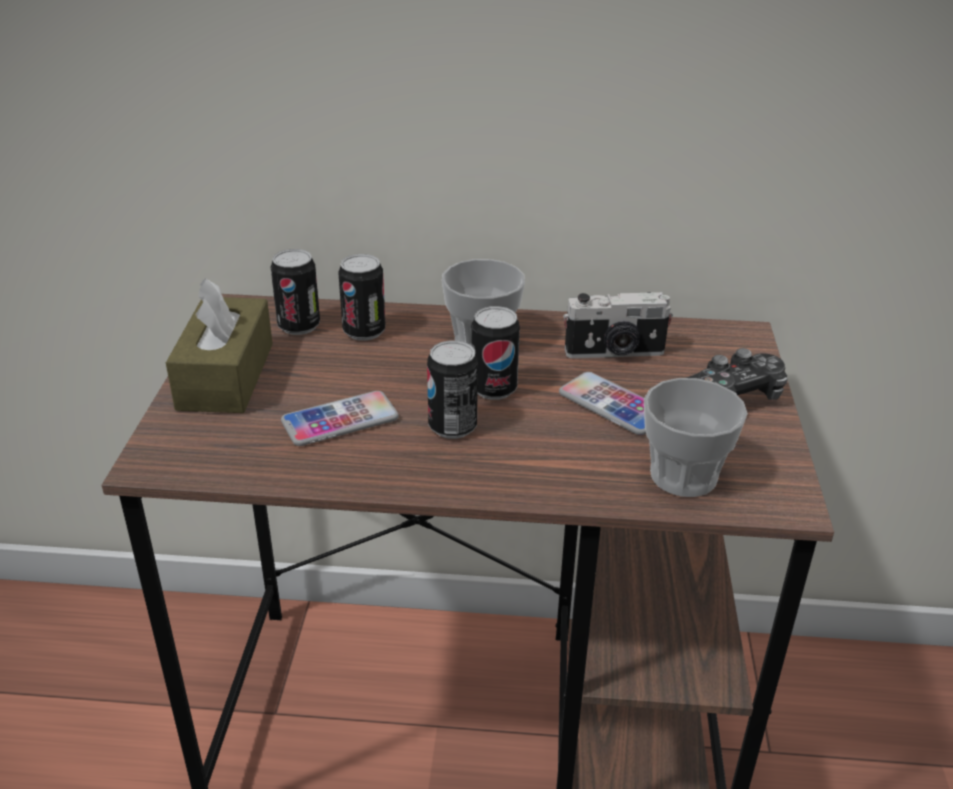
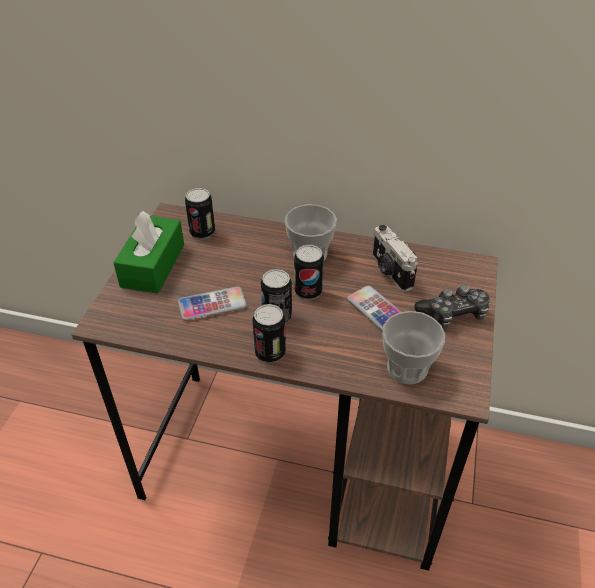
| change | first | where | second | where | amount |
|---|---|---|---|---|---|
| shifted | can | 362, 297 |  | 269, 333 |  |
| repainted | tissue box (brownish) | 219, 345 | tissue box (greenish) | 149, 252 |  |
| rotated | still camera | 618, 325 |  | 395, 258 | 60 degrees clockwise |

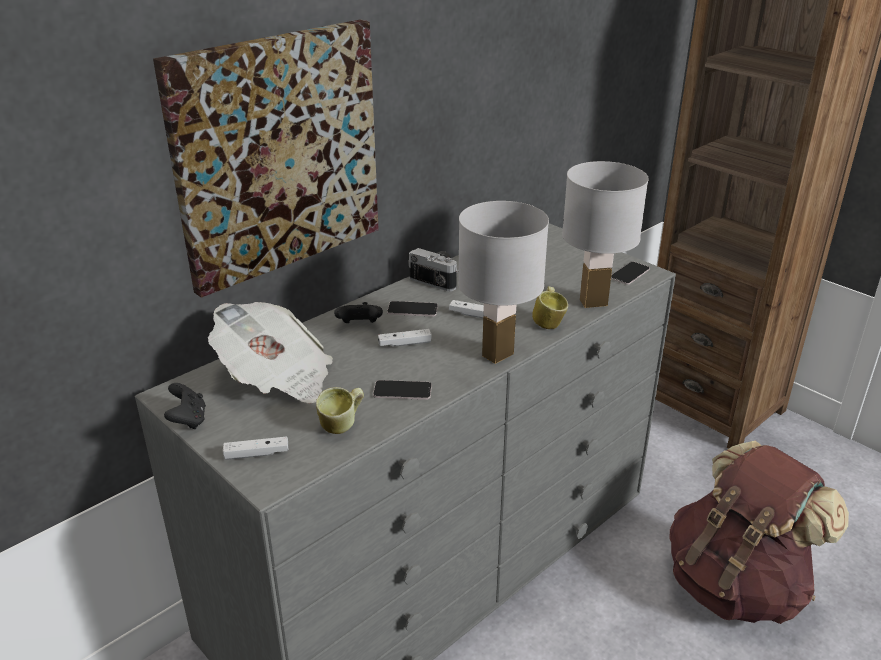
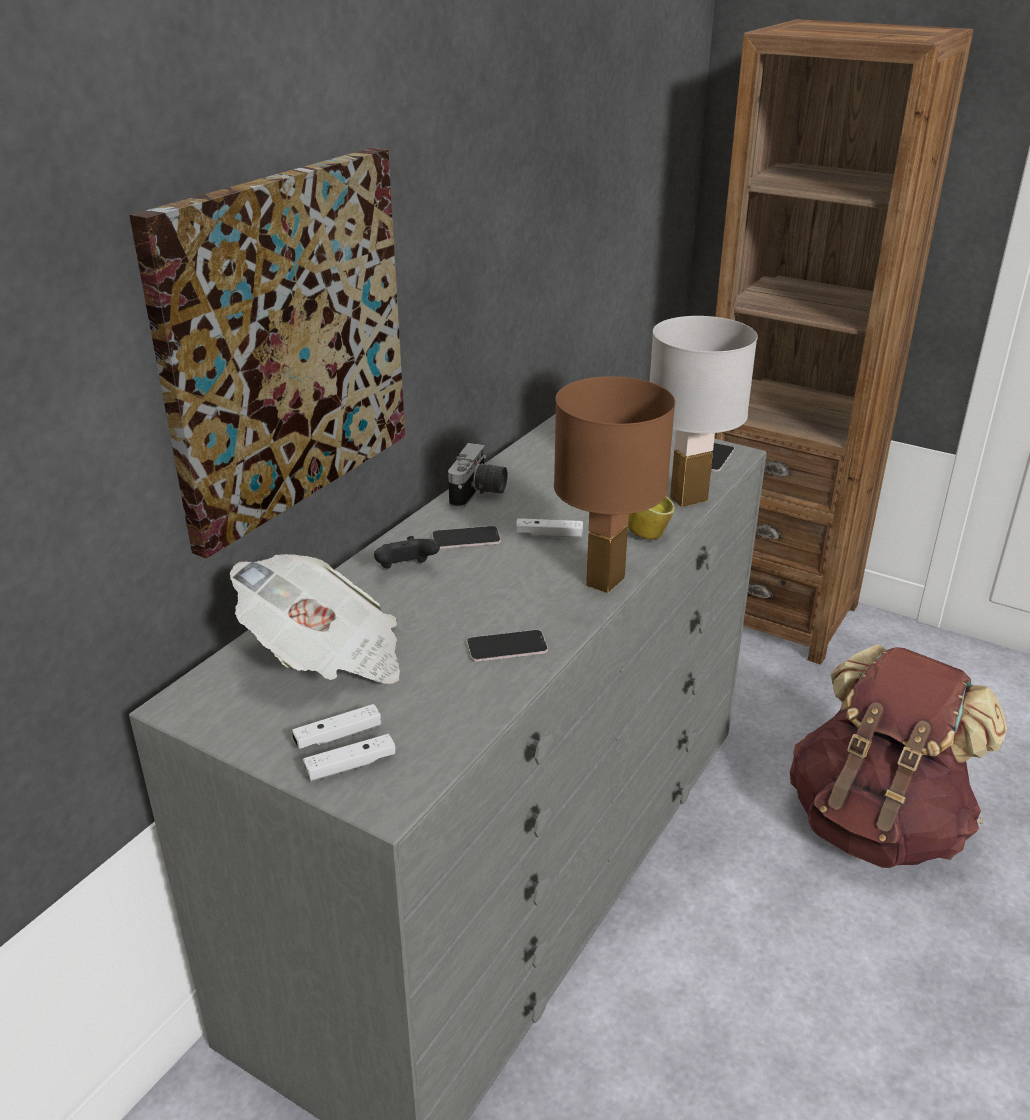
| change | first | where | second | where | amount |
|---|---|---|---|---|---|
| gone | gamepad (black) | 185, 406 |  |  |  |
| gone | mug | 340, 410 |  |  |  |
| shifted | gamepad (white-coloured) | 405, 338 |  | 336, 726 |  |
| repainted | table lamp (white-coloured) | 503, 282 | table lamp (brownish) | 614, 484 |  |
| rotated | still camera | 433, 269 |  | 477, 476 | 90 degrees clockwise |

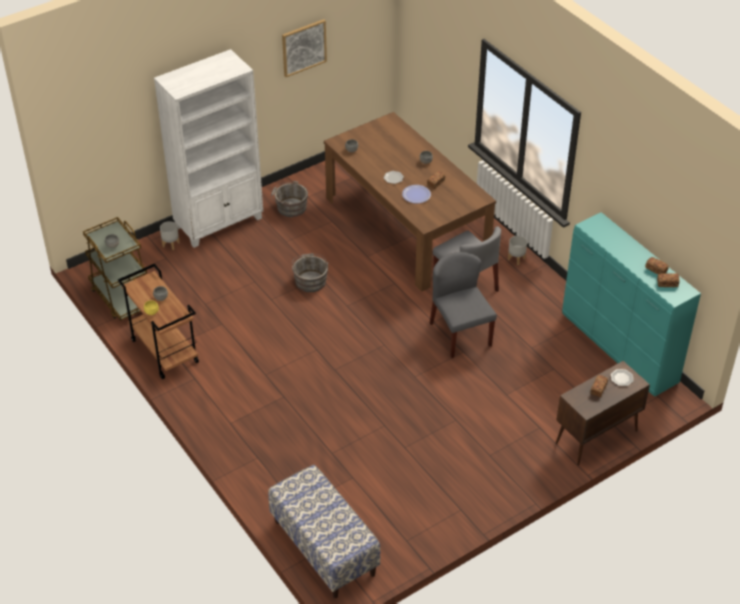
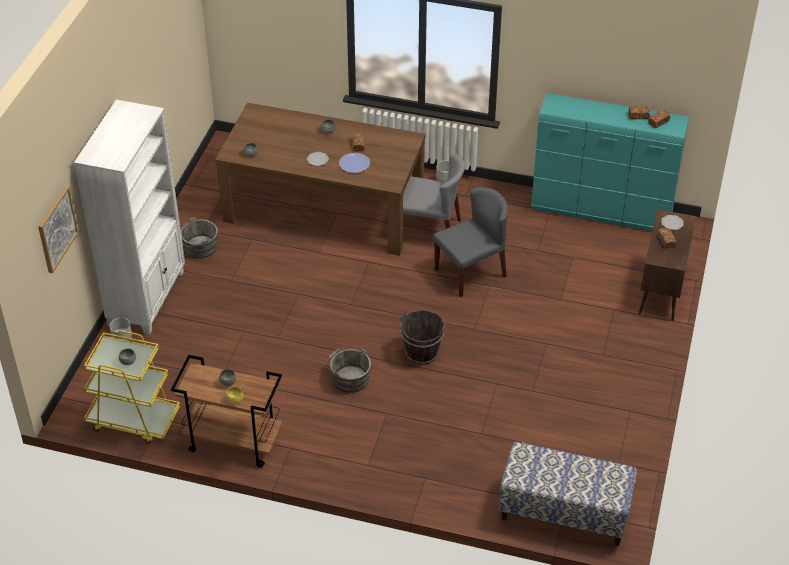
| change | first | where | second | where | amount |
|---|---|---|---|---|---|
| new |  |  | water bucket (brownish) | 422, 337 |  |
| shifted | wall picture | 304, 48 |  | 58, 229 |  |
| shifted | water bucket (gray) | 310, 272 |  | 348, 369 |  |
| repainted | cart (brownish) | 115, 269 | cart (yellowish) | 132, 386 |  |
| rotated | chair (gray) | 463, 305 |  | 470, 242 | 120 degrees clockwise |

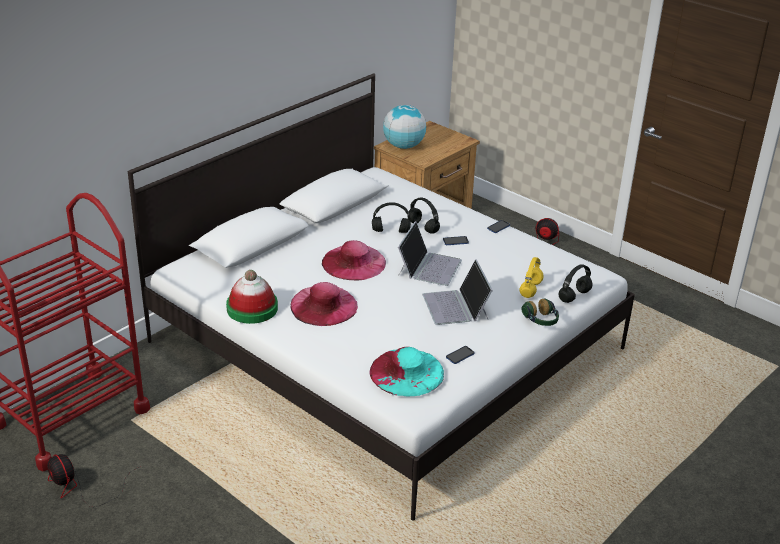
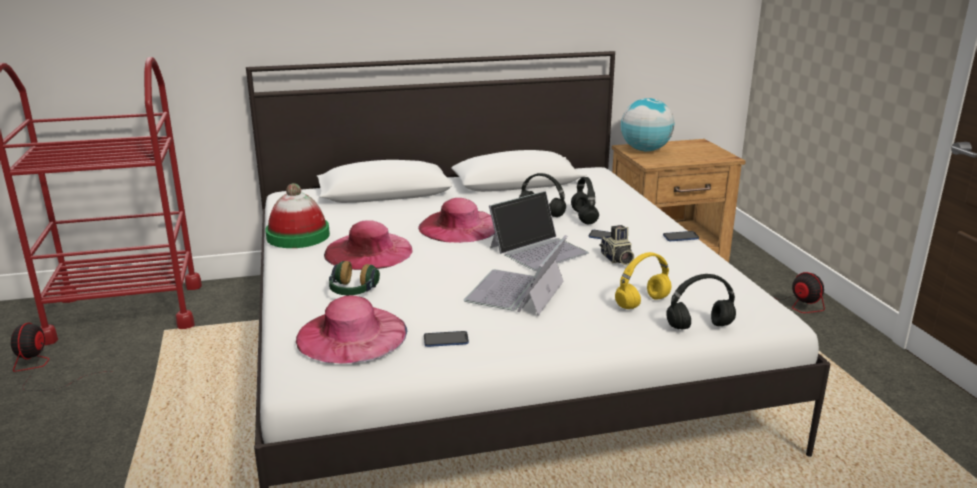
| change | first | where | second | where | amount |
|---|---|---|---|---|---|
| new |  |  | still camera | 616, 245 |  |
| shifted | headset | 540, 312 |  | 354, 278 |  |
| repainted | wearable hat (blue-green) | 406, 372 | wearable hat (pinkish) | 351, 330 |  |

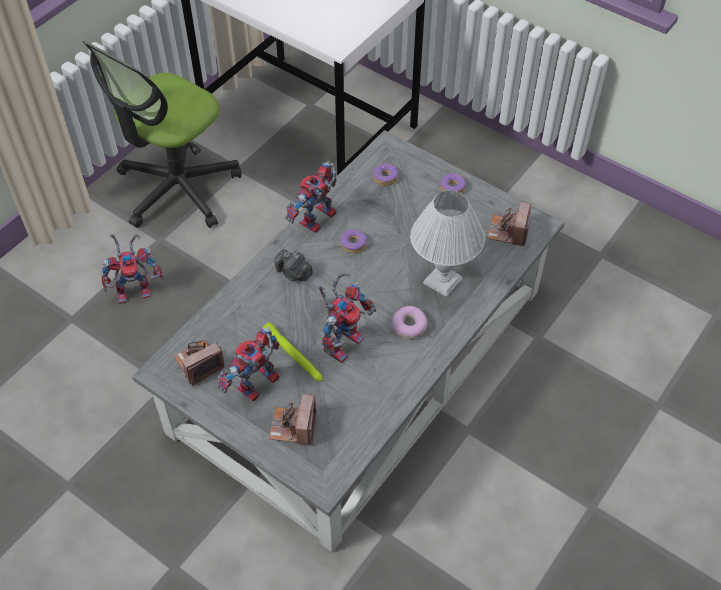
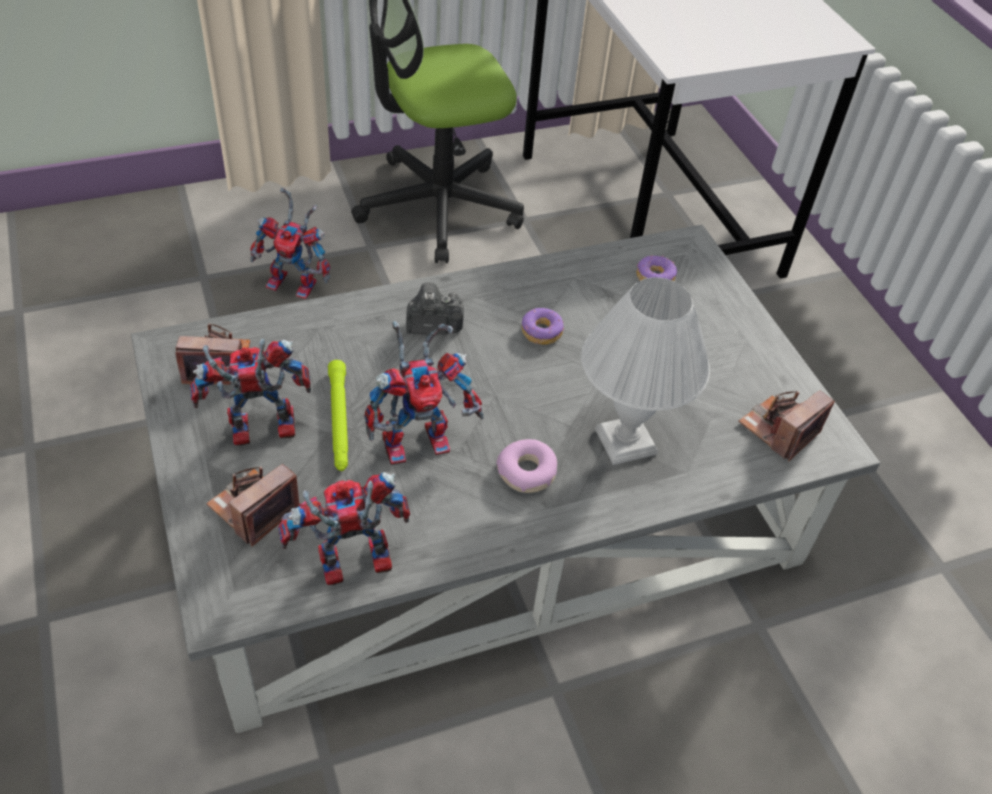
| change | first | where | second | where | amount |
|---|---|---|---|---|---|
| gone | ring doughnut | 453, 183 |  |  |  |
| shifted | toy robot | 311, 197 |  | 344, 528 |  |
| rotated | still camera | 294, 265 |  | 435, 309 | 105 degrees clockwise |

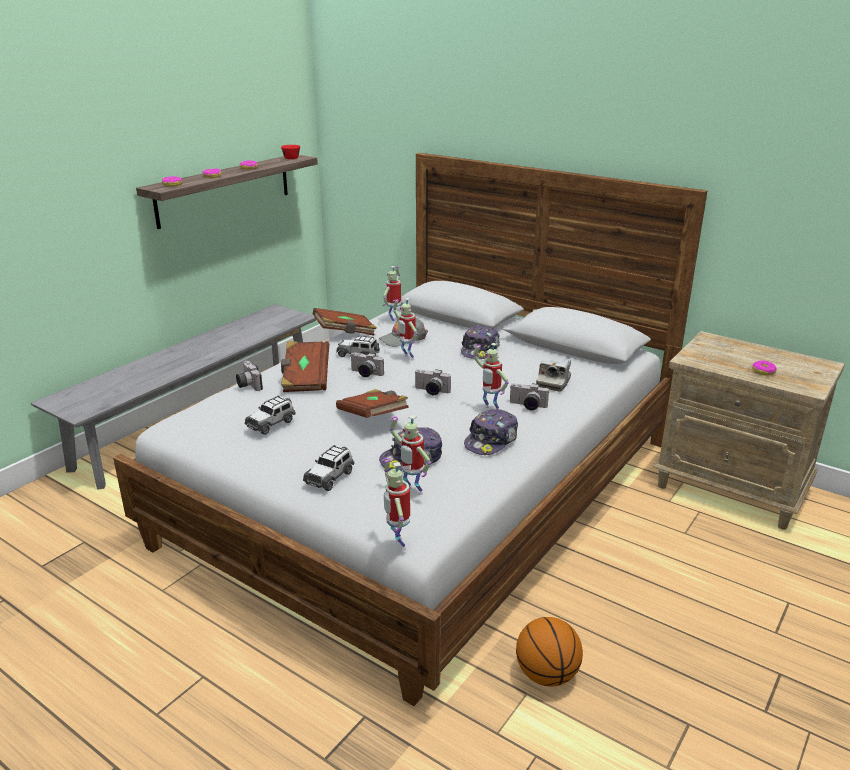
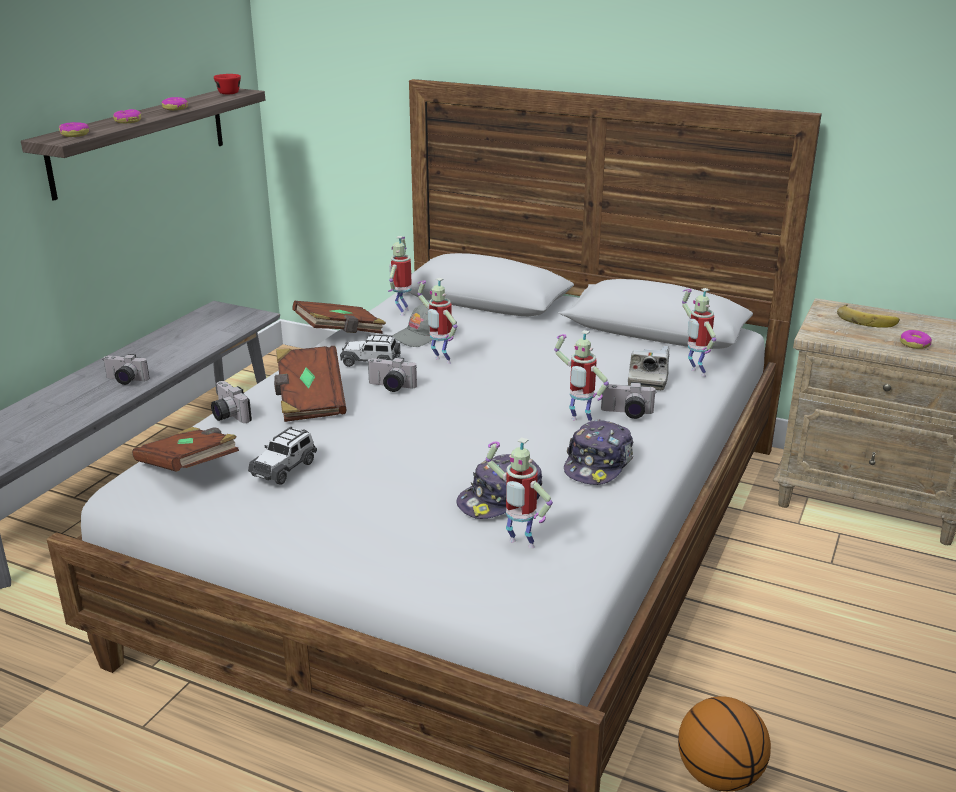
| change | first | where | second | where | amount |
|---|---|---|---|---|---|
| gone | toy car | 328, 468 |  |  |  |
| gone | peaked cap | 480, 342 |  |  |  |
| new |  |  | banana fruit | 868, 316 |  |
| shifted | bound book (brownish) | 372, 403 |  | 185, 449 |  |
| shifted | toy robot | 395, 504 |  | 699, 332 |  |
| shifted | still camera | 432, 382 |  | 126, 369 |  |

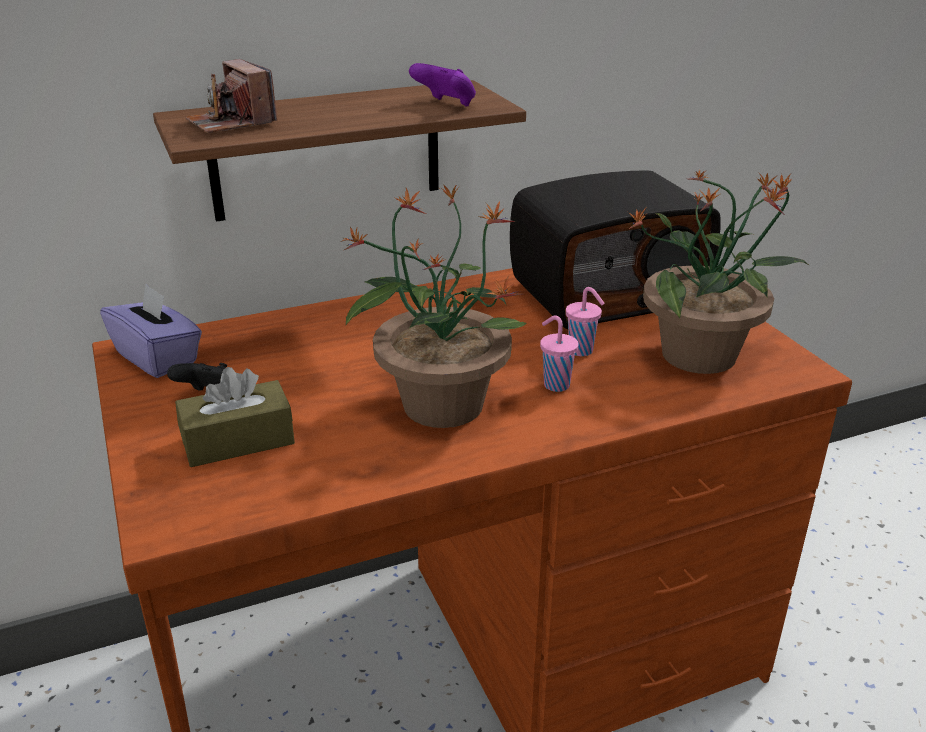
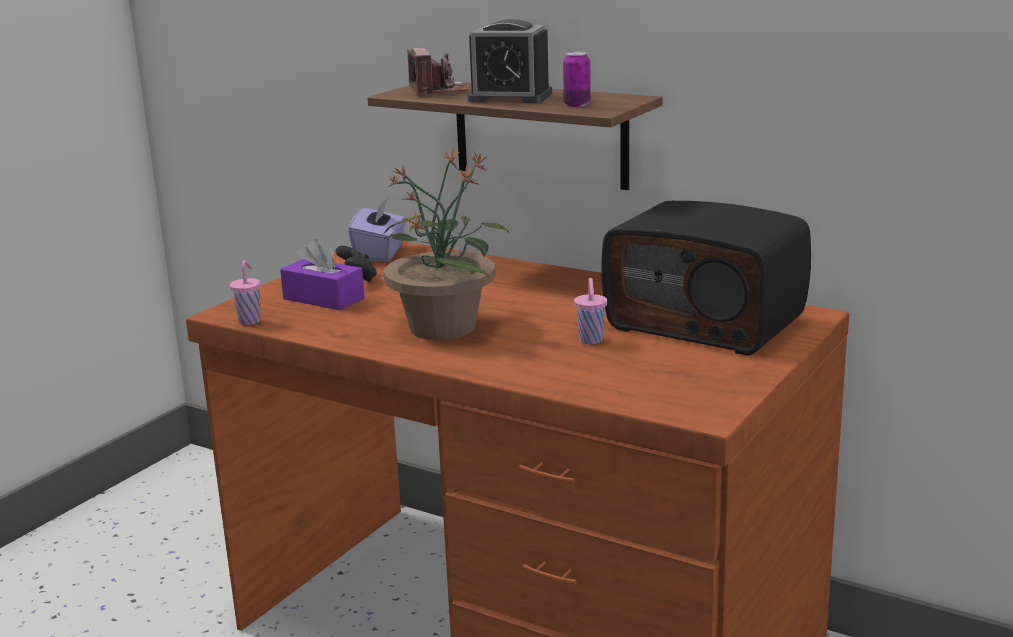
| change | first | where | second | where | amount |
|---|---|---|---|---|---|
| gone | potted plant | 718, 272 |  |  |  |
| new |  |  | alarm clock | 510, 61 |  |
| shifted | drinking cup (pinkish) | 559, 354 |  | 245, 292 |  |
| swapped | gamepad (purple) | 442, 85 | can | 577, 79 |  |
| repainted | tissue box (brownish) | 235, 417 | tissue box (purple) | 322, 274 |  |
| rotated | still camera | 231, 96 |  | 437, 71 | 150 degrees clockwise |

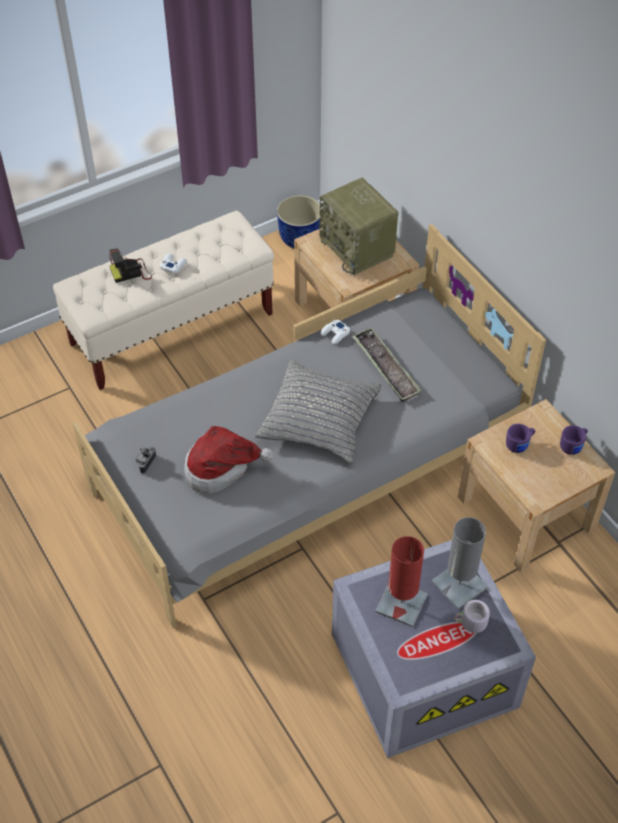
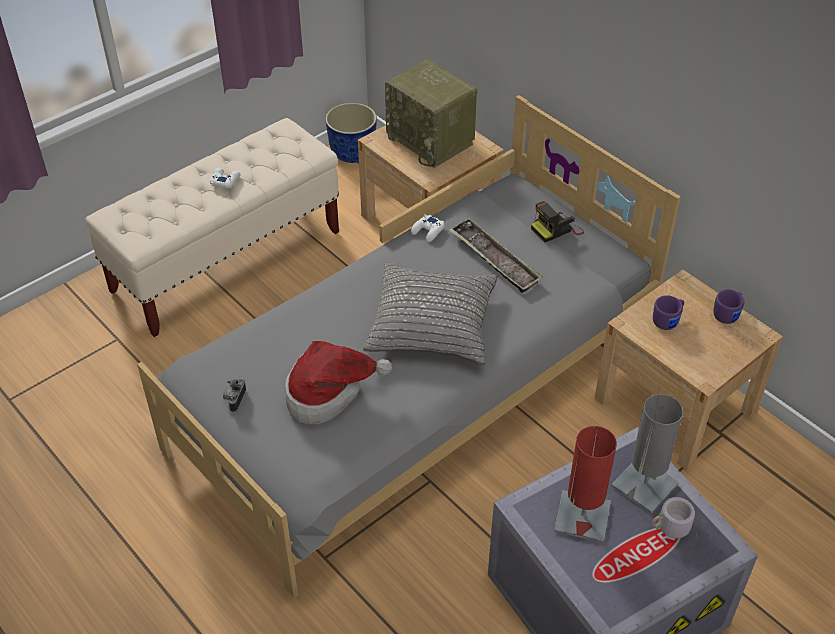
| change | first | where | second | where | amount |
|---|---|---|---|---|---|
| shifted | still camera | 130, 265 |  | 557, 221 |  |

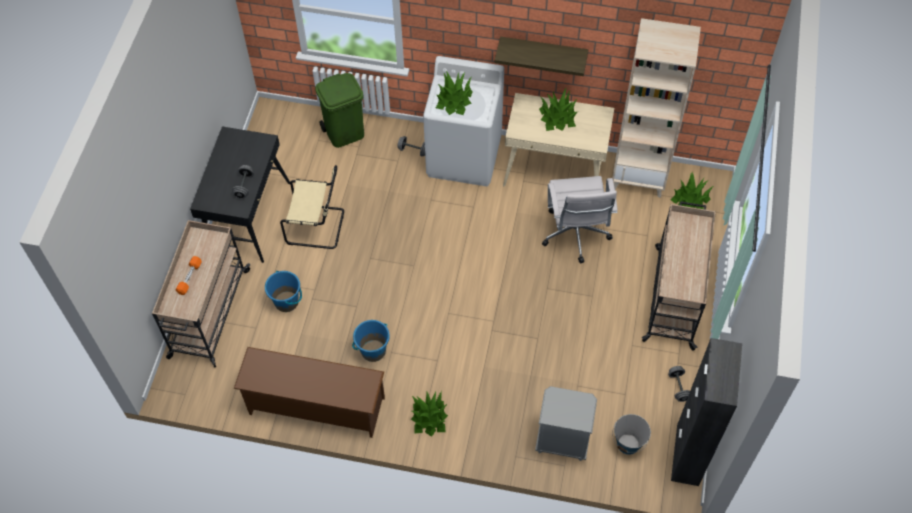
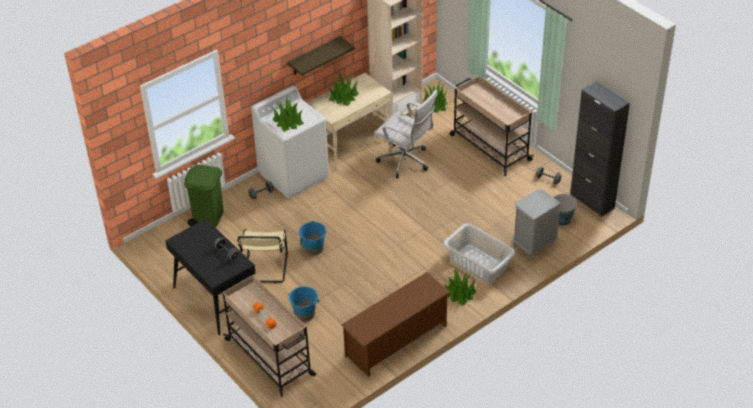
| change | first | where | second | where | amount |
|---|---|---|---|---|---|
| new |  |  | laundry basket (gray) | 479, 253 |  |
| shifted | water bucket (blue-coloured) | 371, 341 |  | 312, 238 |  |
| rotated | chair (beige) | 312, 207 |  | 262, 256 | 135 degrees clockwise |

